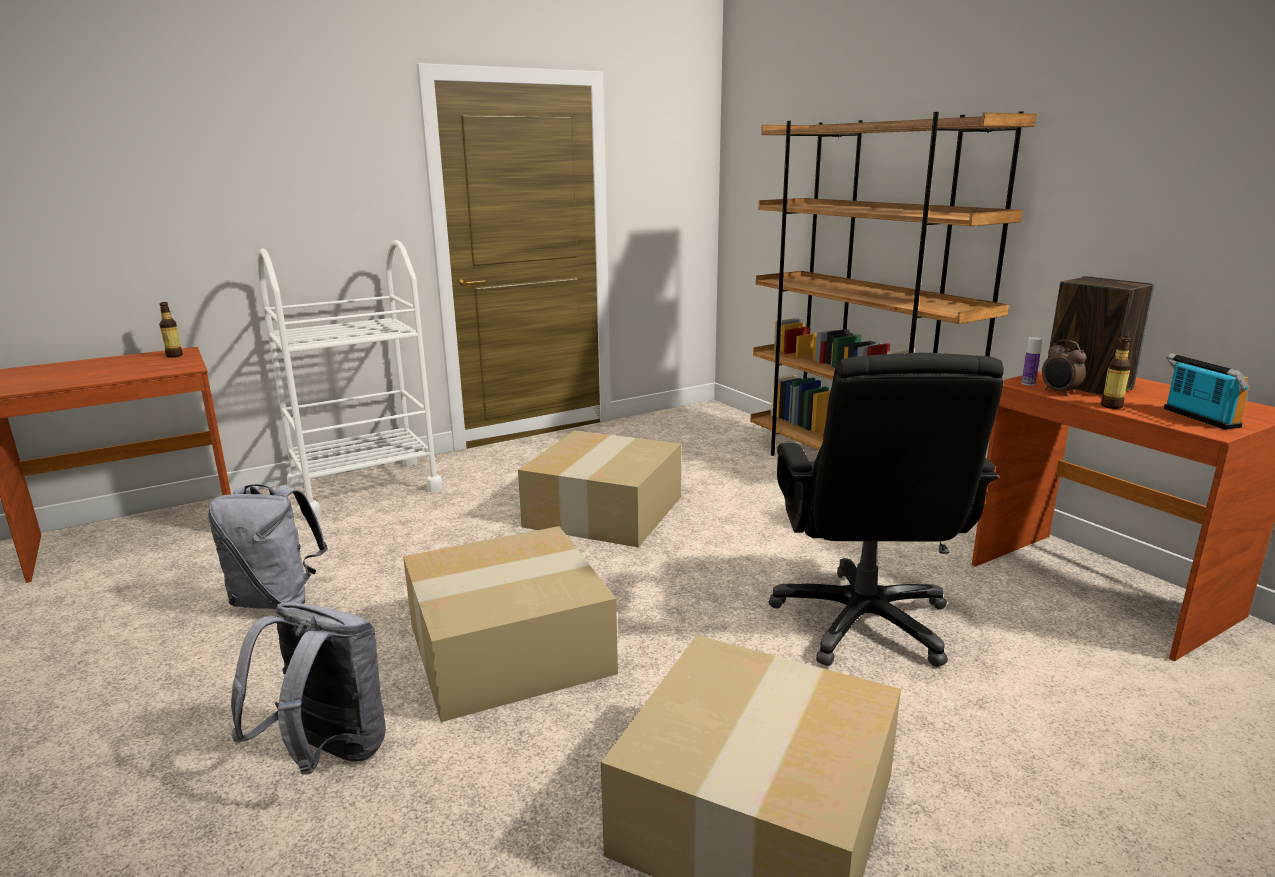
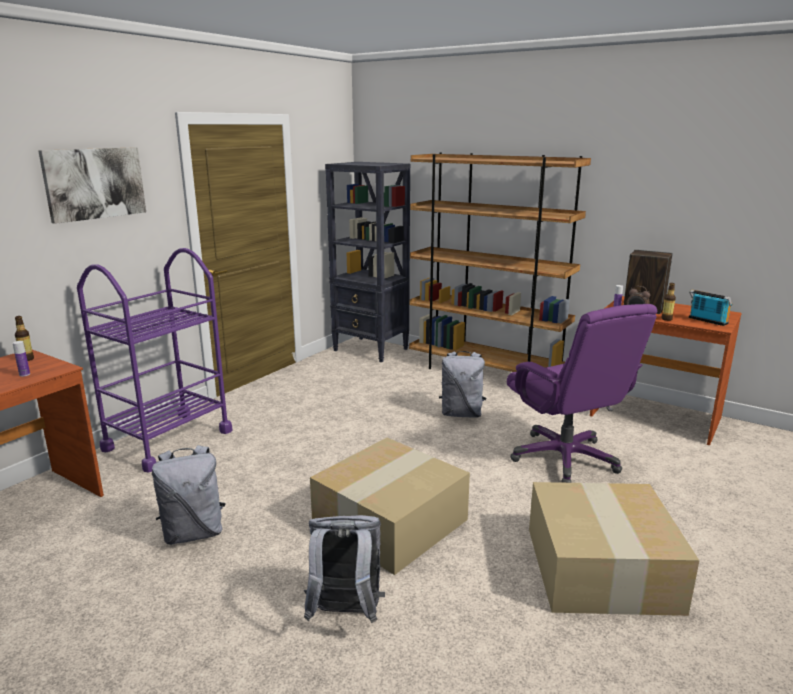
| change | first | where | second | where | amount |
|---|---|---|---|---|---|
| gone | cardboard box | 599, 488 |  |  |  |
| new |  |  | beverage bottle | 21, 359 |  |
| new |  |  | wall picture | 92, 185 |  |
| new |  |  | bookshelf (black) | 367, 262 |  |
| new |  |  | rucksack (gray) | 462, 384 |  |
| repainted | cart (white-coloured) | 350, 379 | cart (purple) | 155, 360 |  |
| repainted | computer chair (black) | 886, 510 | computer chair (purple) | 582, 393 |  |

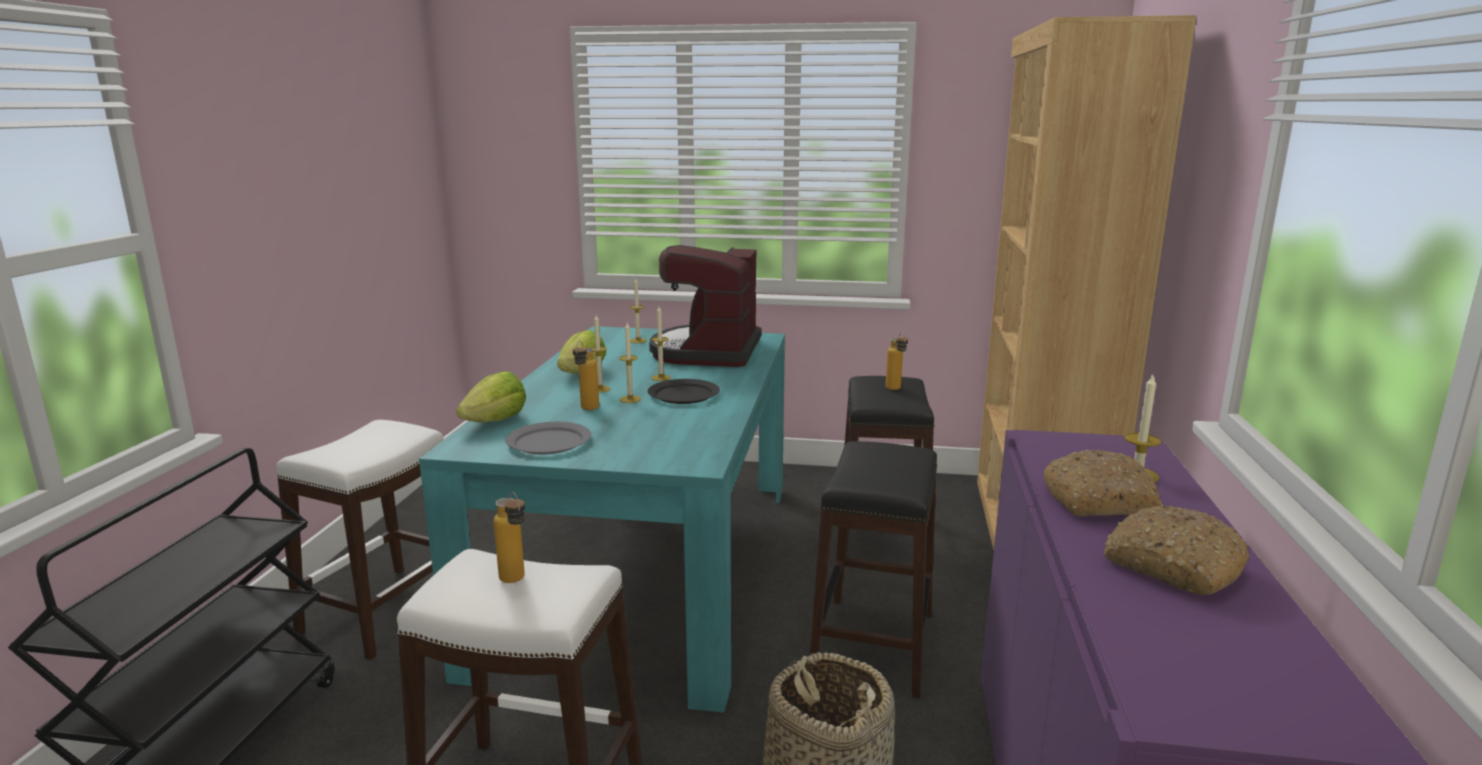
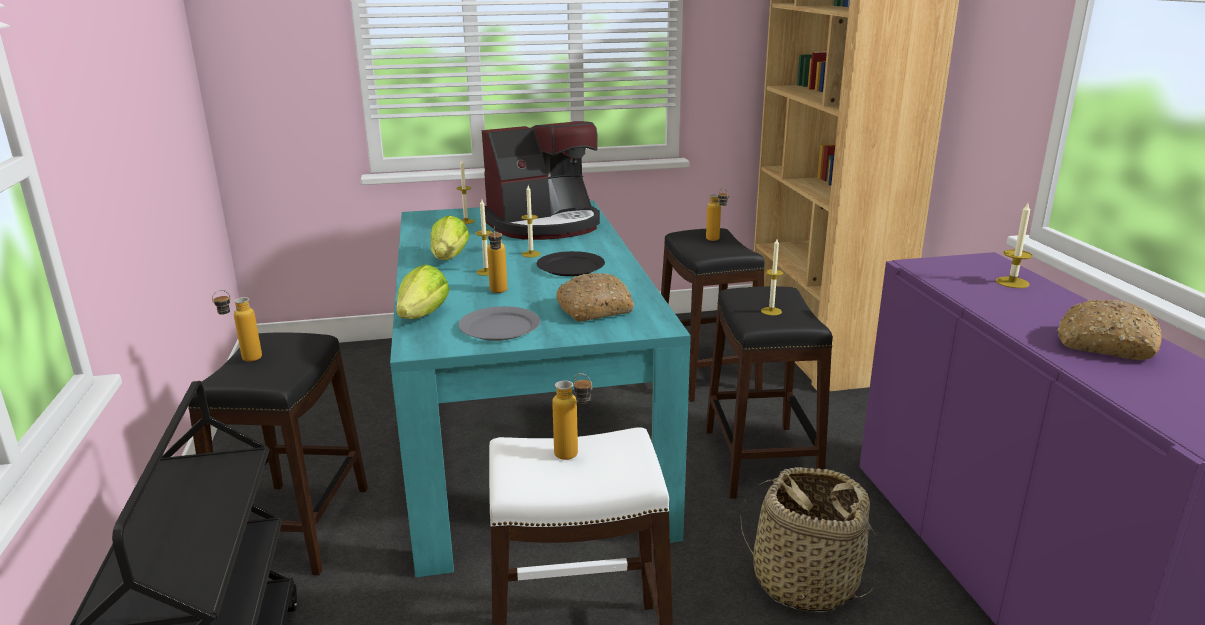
| change | first | where | second | where | amount |
|---|---|---|---|---|---|
| new |  |  | beverage bottle | 237, 326 |  |
| shifted | wax light | 630, 363 |  | 772, 277 |  |
| shifted | baked bread | 1103, 483 |  | 595, 297 |  |
| repainted | sitting stool (white-coloured) | 360, 540 | sitting stool (black) | 278, 454 |  |
| rotated | coffee maker | 705, 306 |  | 541, 180 | 105 degrees counterclockwise |

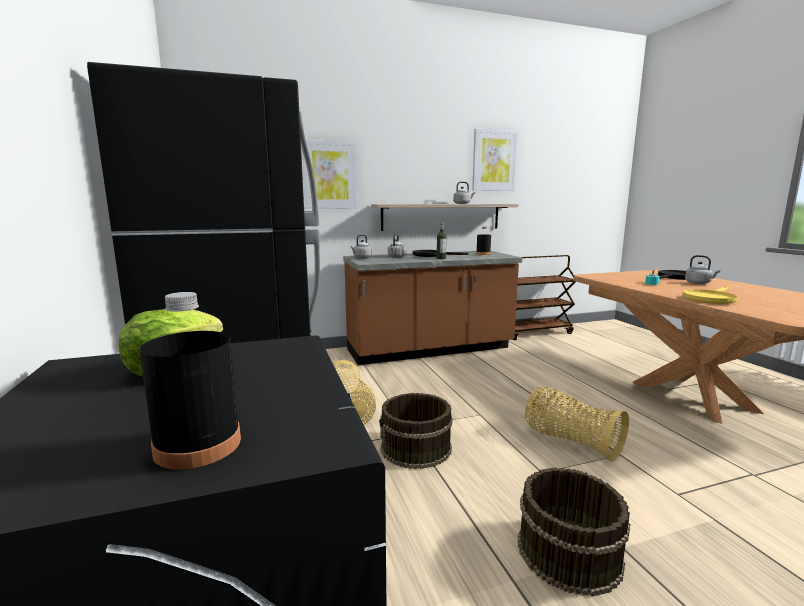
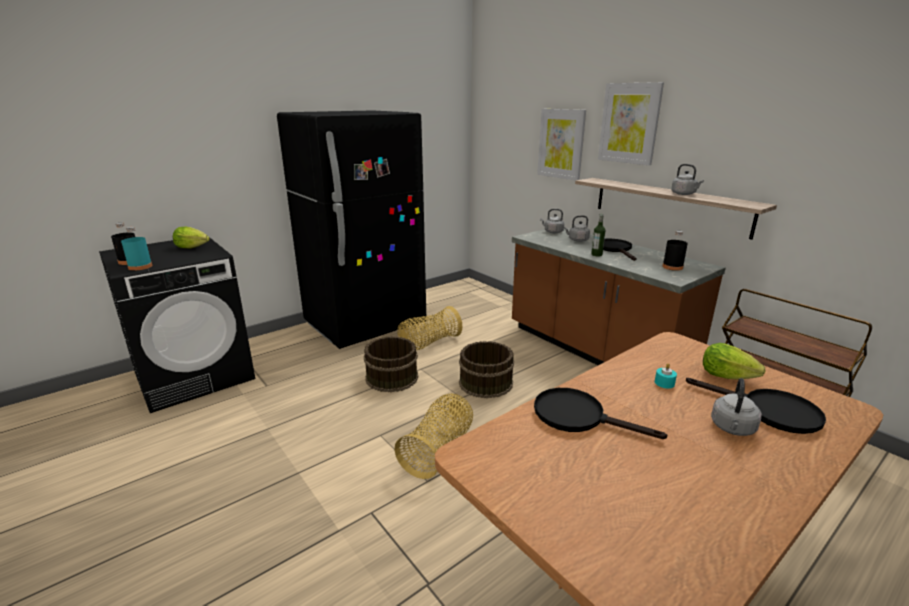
| change | first | where | second | where | amount |
|---|---|---|---|---|---|
| new |  |  | beverage bottle (blue-green) | 137, 249 |  |
| new |  |  | head of lettuce | 734, 361 |  |
| shifted | wall picture | 495, 160 |  | 631, 123 |  |
| shifted | water bucket (brownish) | 574, 532 |  | 486, 369 |  |
| repainted | pan (yellowish) | 710, 295 | pan (black) | 600, 413 |  |

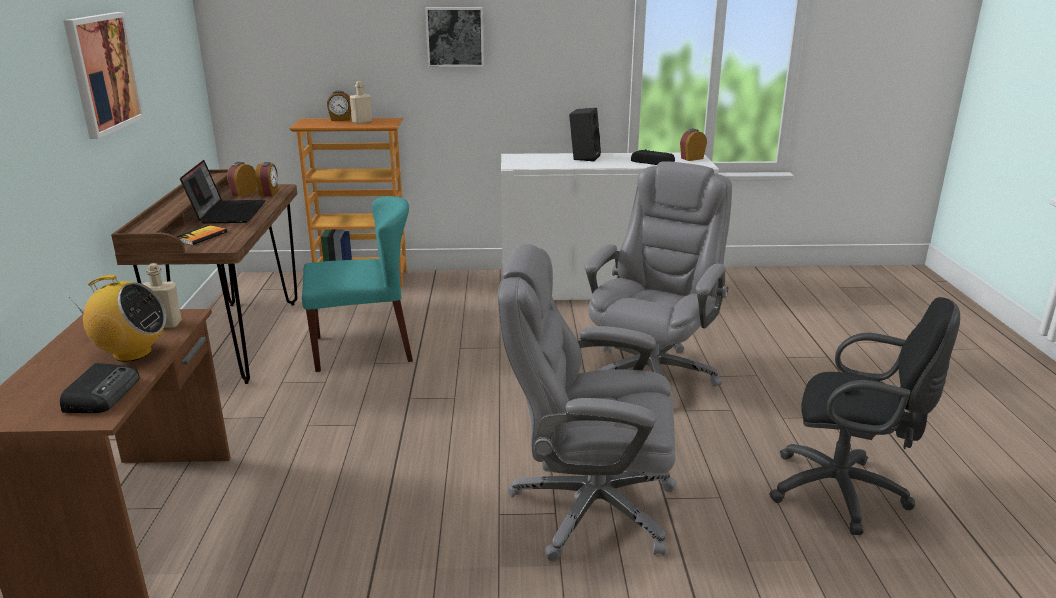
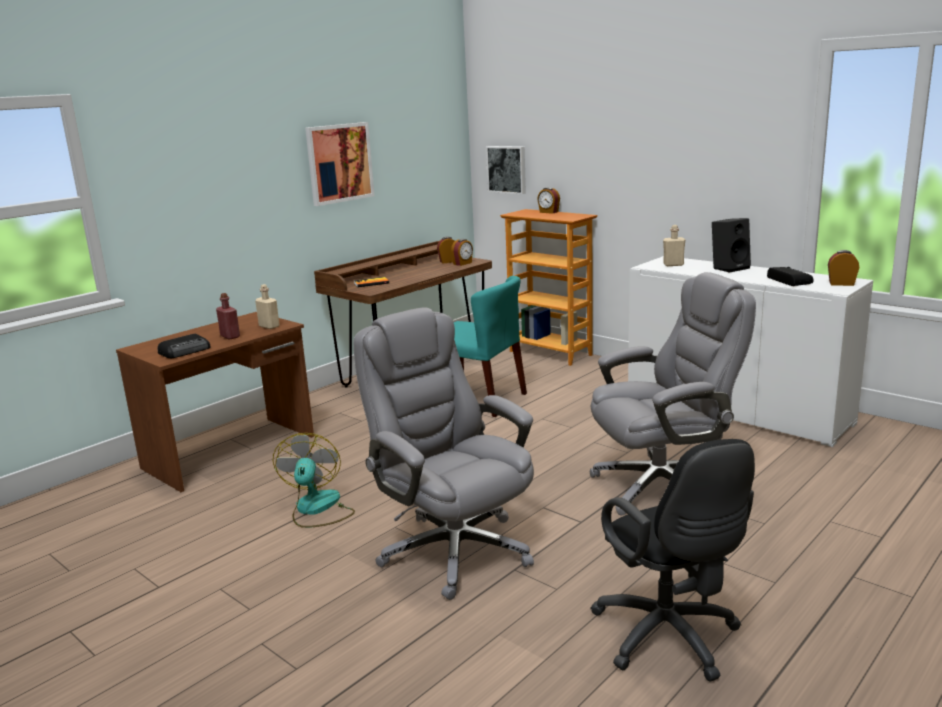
| change | first | where | second | where | amount |
|---|---|---|---|---|---|
| gone | portable computer | 222, 192 |  |  |  |
| new |  |  | electric fan | 314, 480 |  |
| shifted | beverage bottle (beige) | 360, 102 |  | 674, 245 |  |
| shifted | wall picture | 454, 37 |  | 506, 170 |  |
| swapped | radio receiver | 117, 318 | beverage bottle (red) | 228, 316 |  |

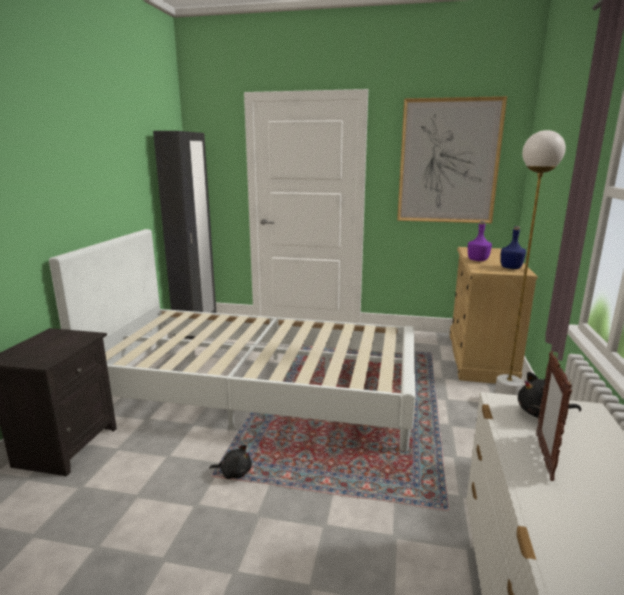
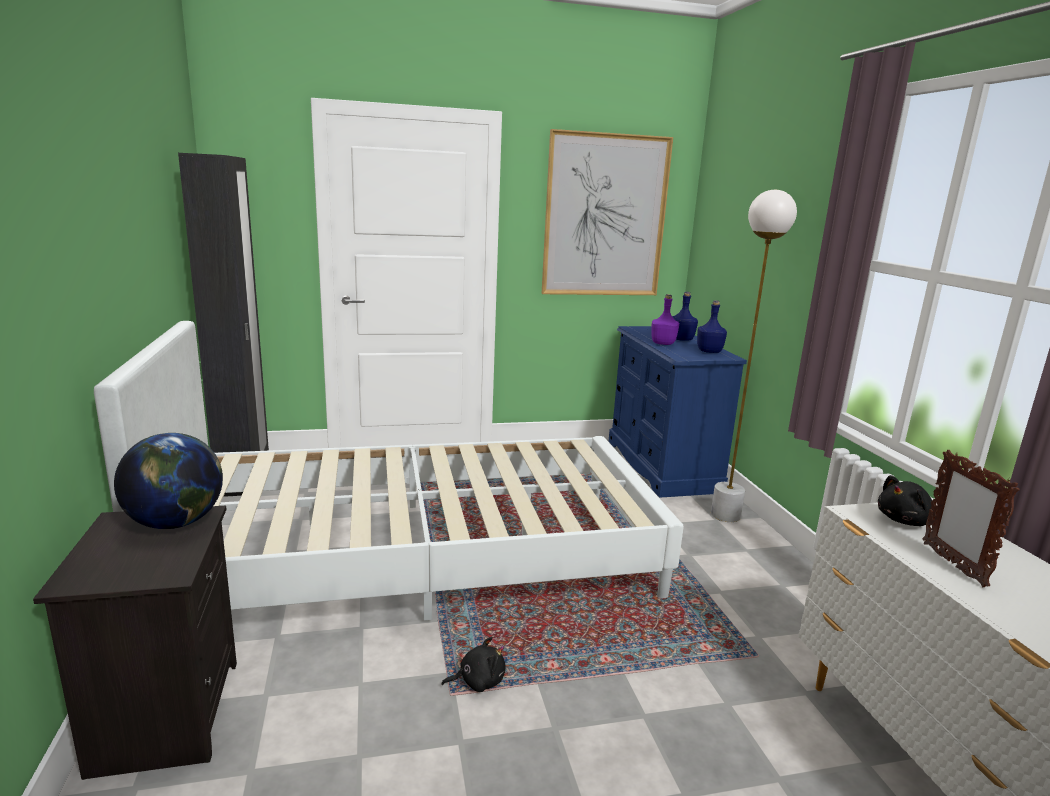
| change | first | where | second | where | amount |
|---|---|---|---|---|---|
| new |  |  | globe | 168, 481 |  |
| new |  |  | beverage bottle (blue-coloured) | 685, 316 |  |
| repainted | chest of drawers (beige) | 494, 315 | chest of drawers (blue-coloured) | 678, 412 |  |

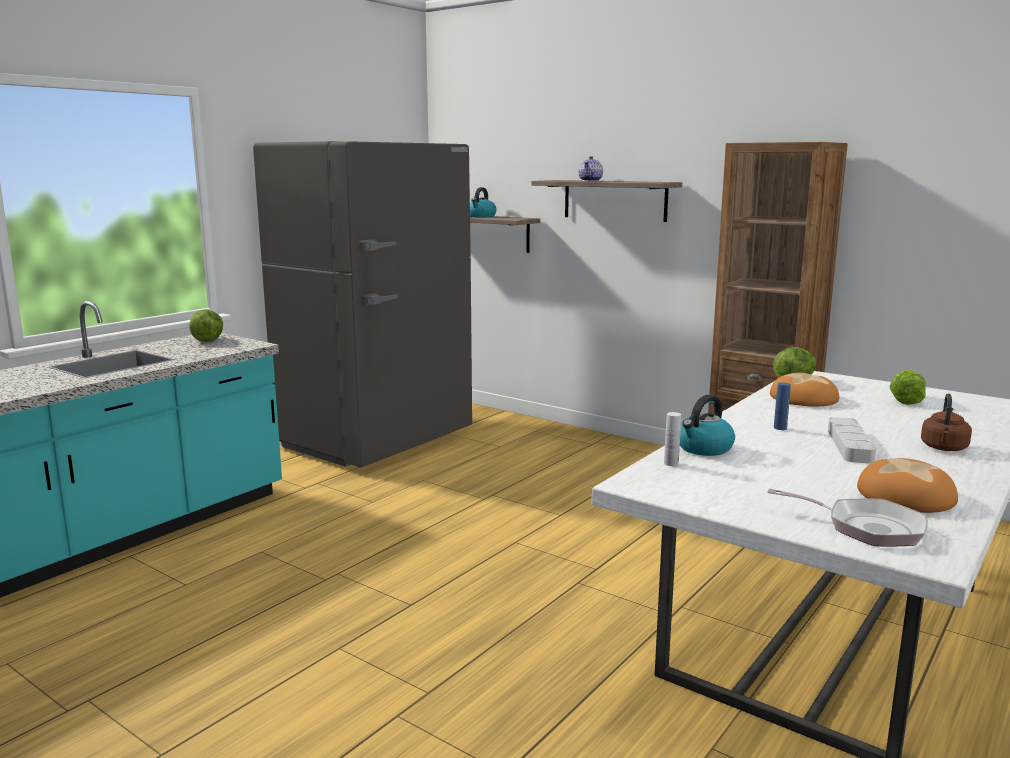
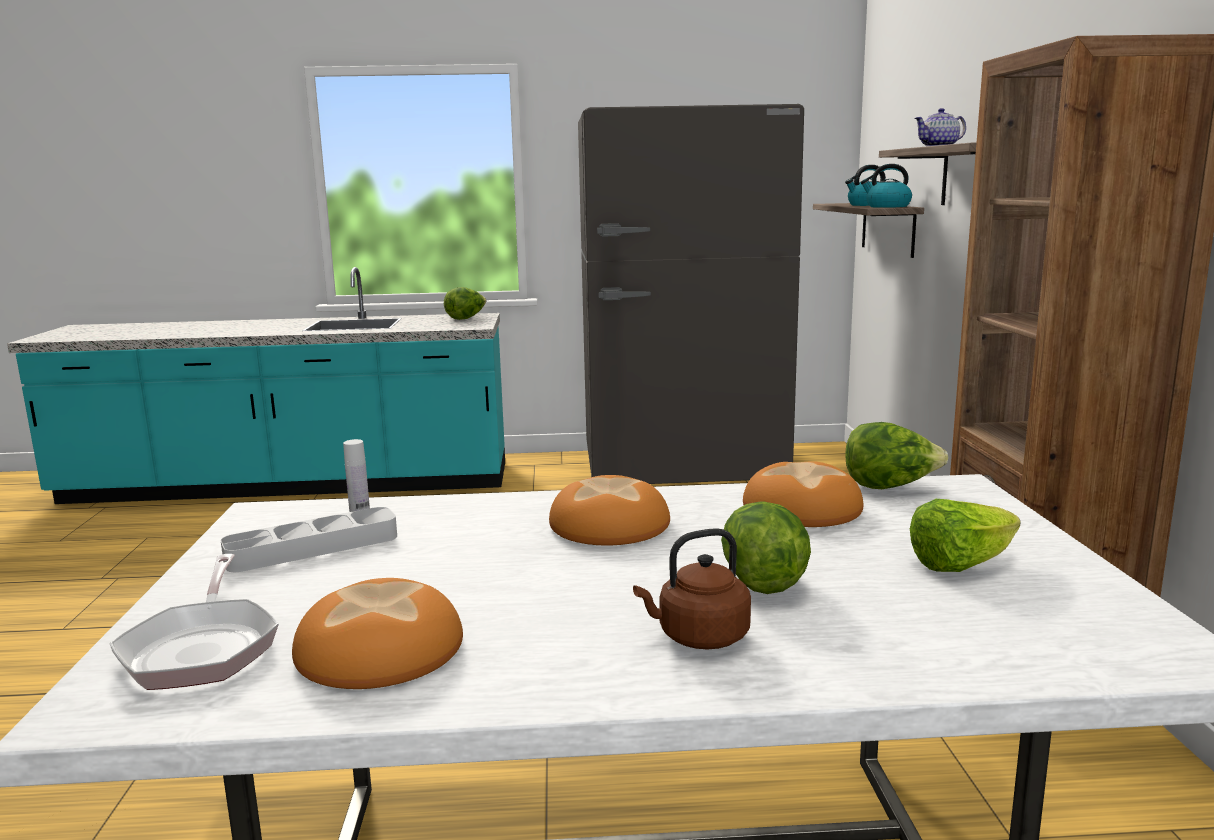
| change | first | where | second | where | amount |
|---|---|---|---|---|---|
| new |  |  | head of lettuce | 766, 547 |  |
| shifted | water kettle | 707, 425 |  | 886, 186 |  |
| shifted | carrying tray (gray) | 852, 440 |  | 309, 539 |  |
| swapped | beverage bottle (blue-coloured) | 782, 406 | baked bread | 609, 510 |  |

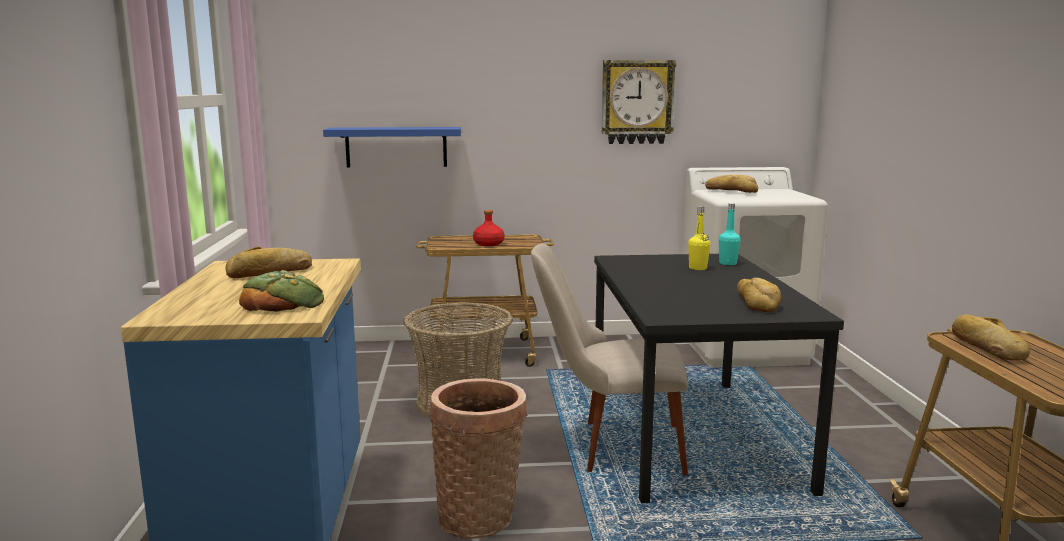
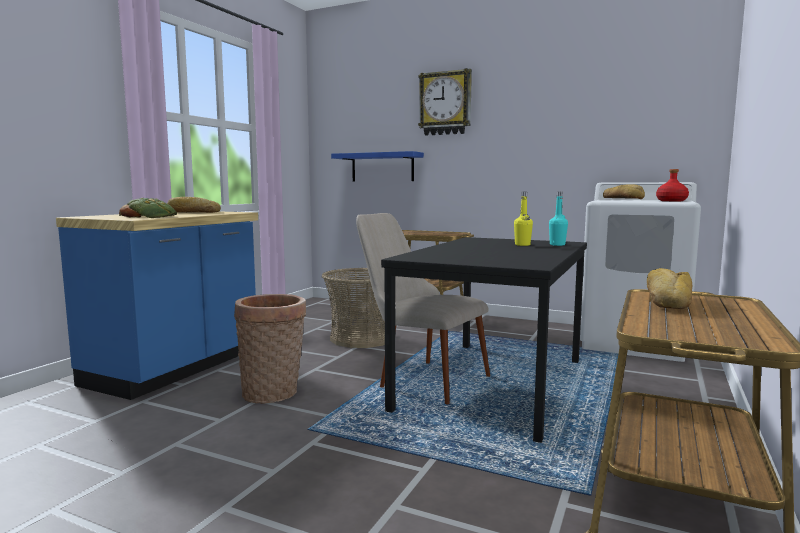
| change | first | where | second | where | amount |
|---|---|---|---|---|---|
| gone | baked bread | 759, 295 |  |  |  |
| shifted | beverage bottle (red) | 489, 228 |  | 672, 185 |  |
| shifted | wall clock | 639, 102 |  | 445, 102 |  |

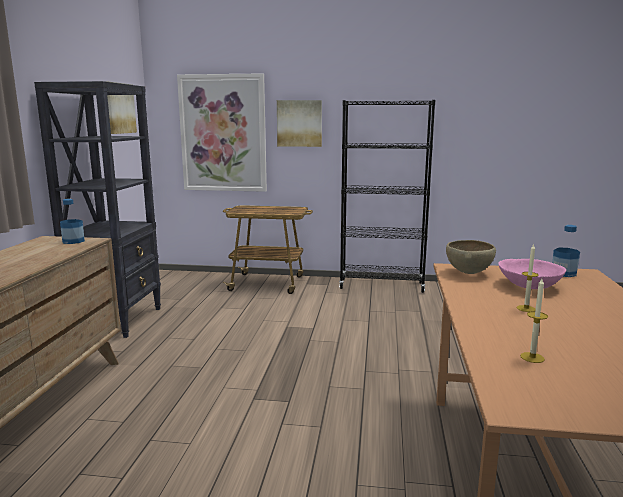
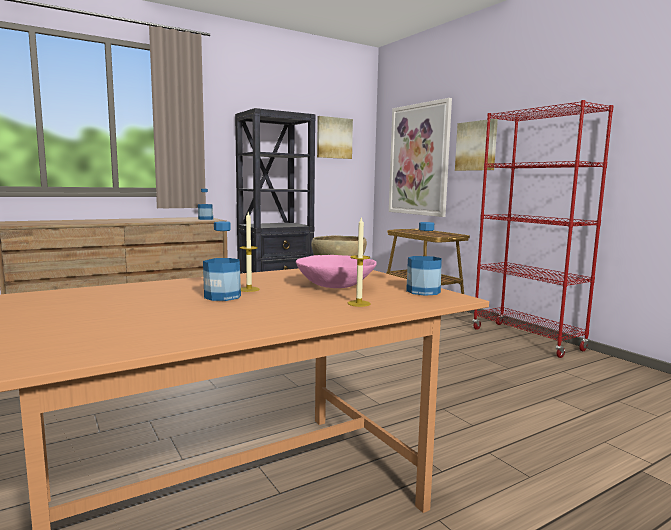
| change | first | where | second | where | amount |
|---|---|---|---|---|---|
| new |  |  | beverage bottle | 222, 261 |  |
| shifted | wax light | 534, 321 |  | 359, 261 |  |
| repainted | bookshelf (black) | 387, 196 | bookshelf (red) | 543, 229 |  |

